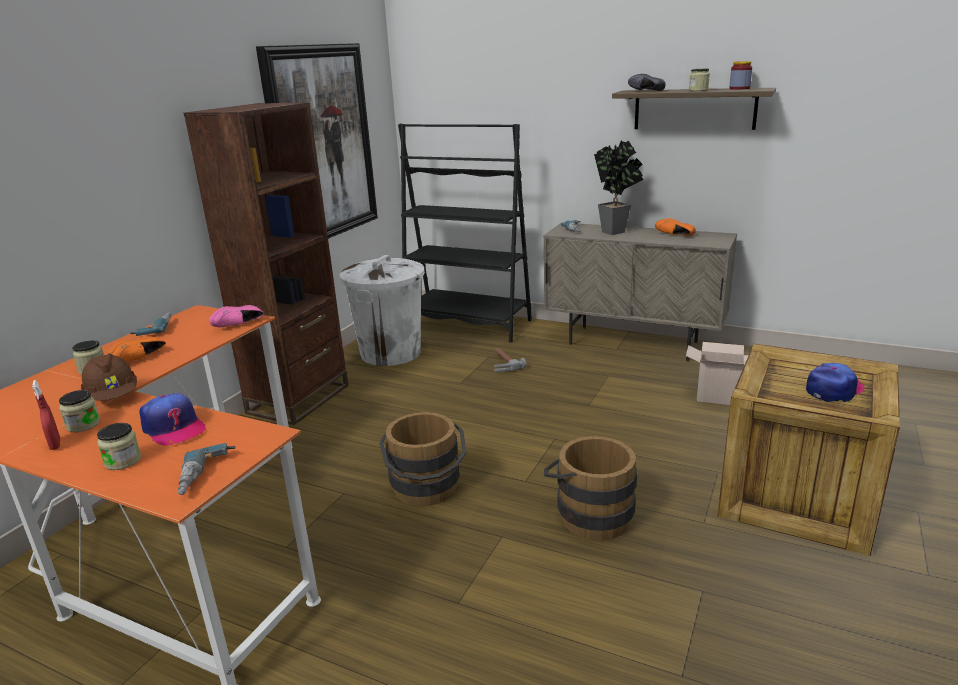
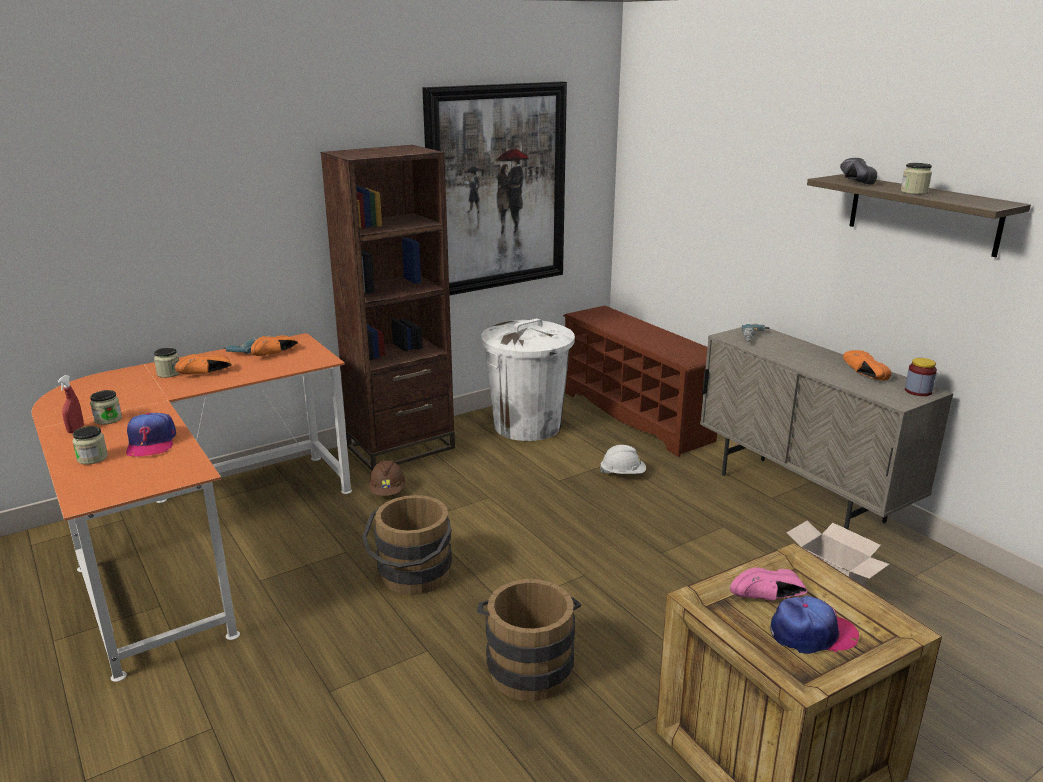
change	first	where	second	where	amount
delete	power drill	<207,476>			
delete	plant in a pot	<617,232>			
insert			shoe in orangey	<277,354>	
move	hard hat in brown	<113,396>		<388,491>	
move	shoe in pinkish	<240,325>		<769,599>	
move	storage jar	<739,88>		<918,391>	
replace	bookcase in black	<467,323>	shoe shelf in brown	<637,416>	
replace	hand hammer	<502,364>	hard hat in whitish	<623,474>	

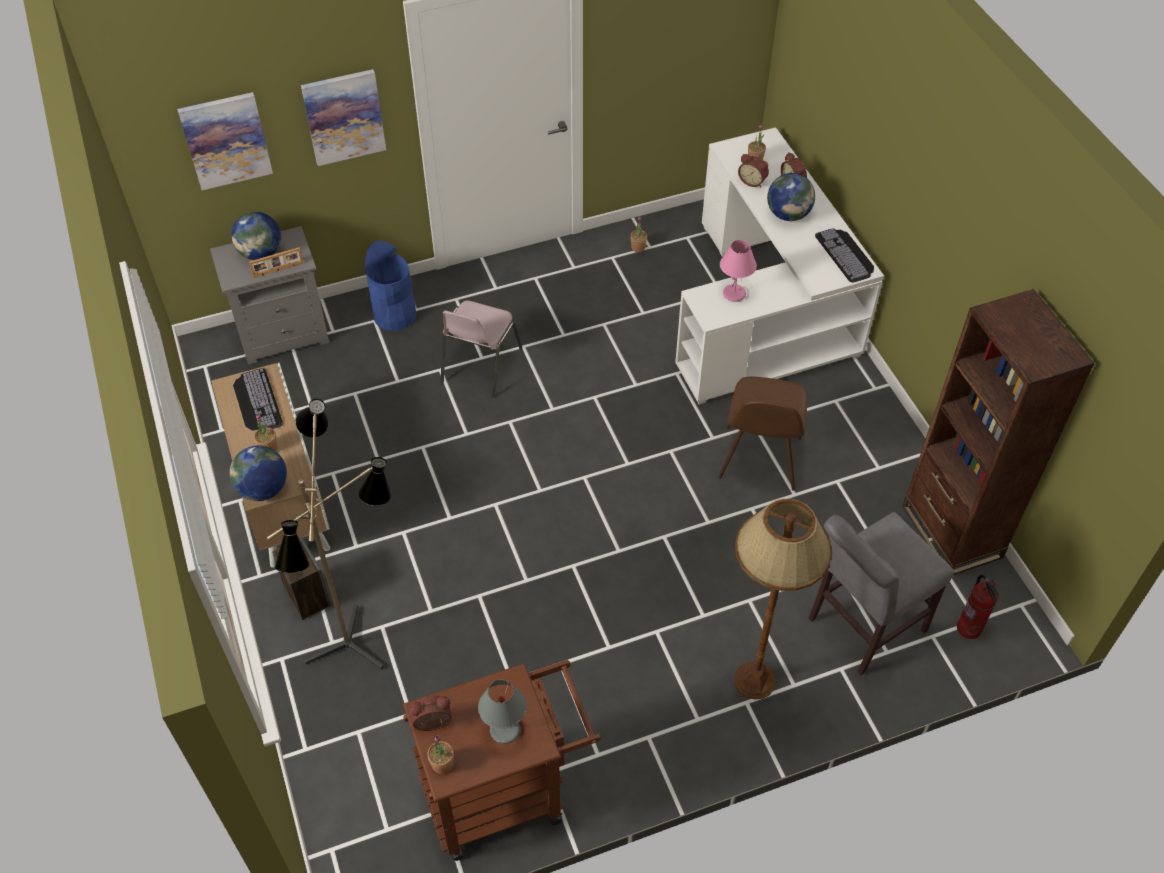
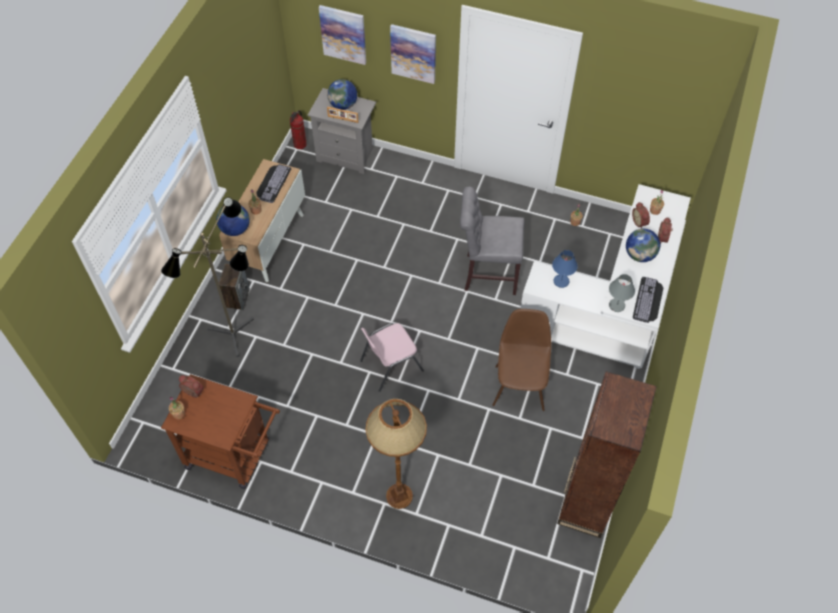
change	first	where	second	where	amount
delete	waste bin in bluish	<395,315>			
move	upright chair in pinkish	<480,365>		<390,365>	
move	lamp for a table in grey	<504,731>		<616,305>	
move	upright chair in grey	<861,627>		<487,273>	
move	extinguisher	<969,628>		<300,145>	
recolor	lamp for a table in pinkish	<734,293>	lamp for a table in bluish	<561,281>	
rotate	upright chair in brown	<759,460>		<519,386>	135 degrees clockwise

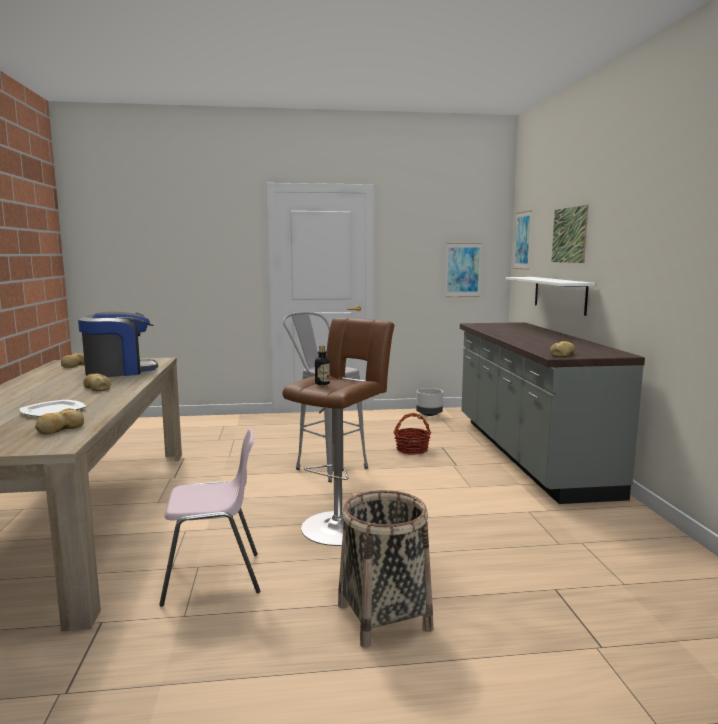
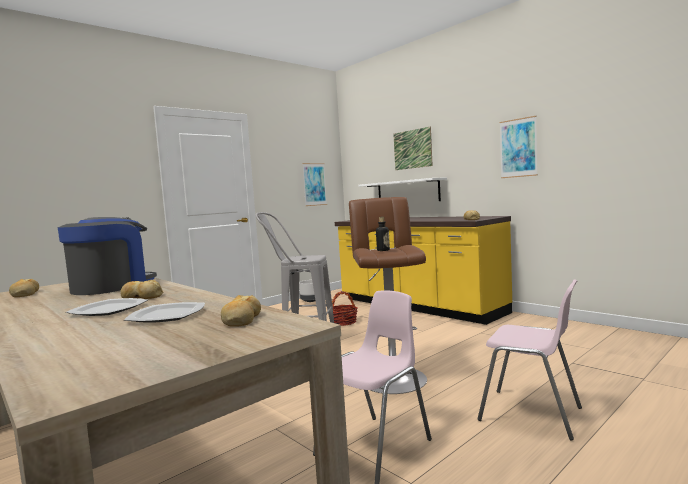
change	first	where	second	where	amount
insert			dinner plate	<108,310>	
move	wall art	<522,240>		<518,148>	
replace	basket	<383,617>	upright chair in pinkish	<531,414>	
recolor	kitchen base unit in grey	<527,454>	kitchen base unit in yellow-coloured	<418,306>	

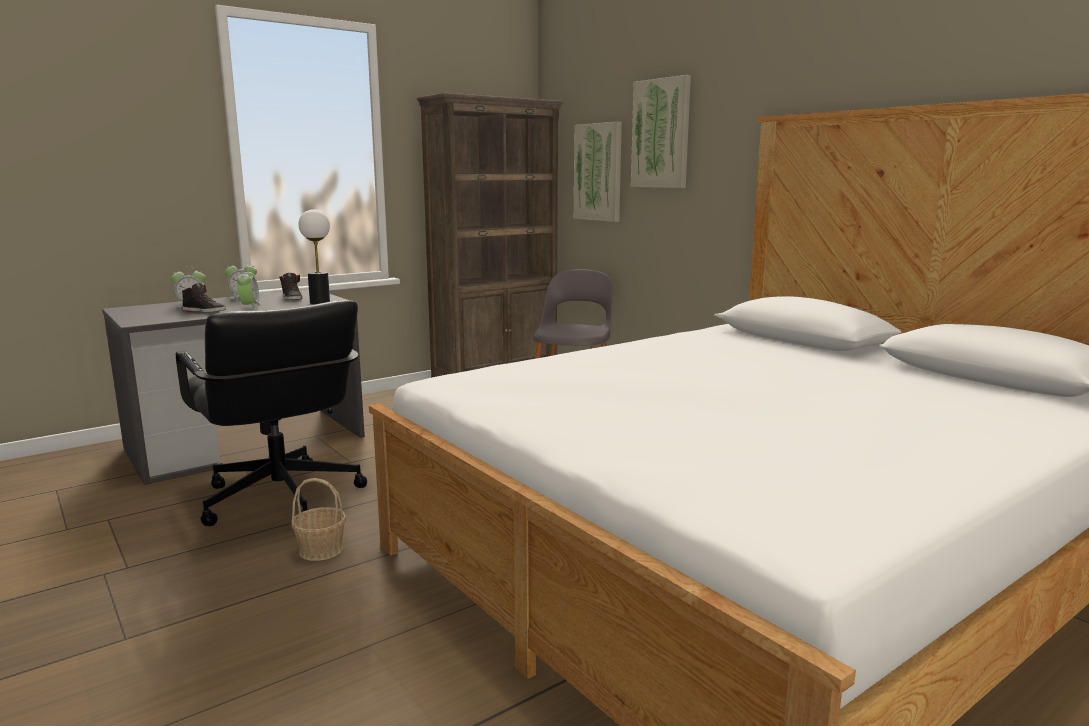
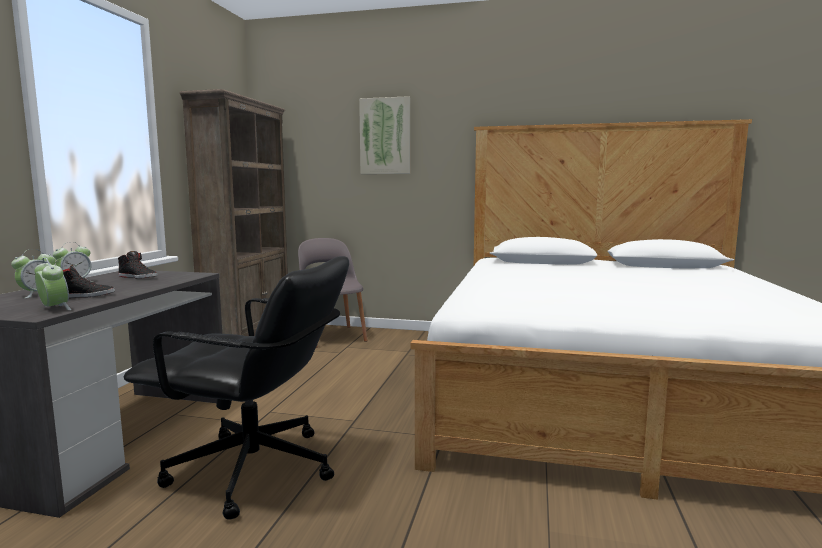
change	first	where	second	where	amount
delete	basket	<321,550>			
delete	lamp for a table	<320,302>			
delete	wall art	<598,172>			
move	table clock	<250,307>		<54,309>	

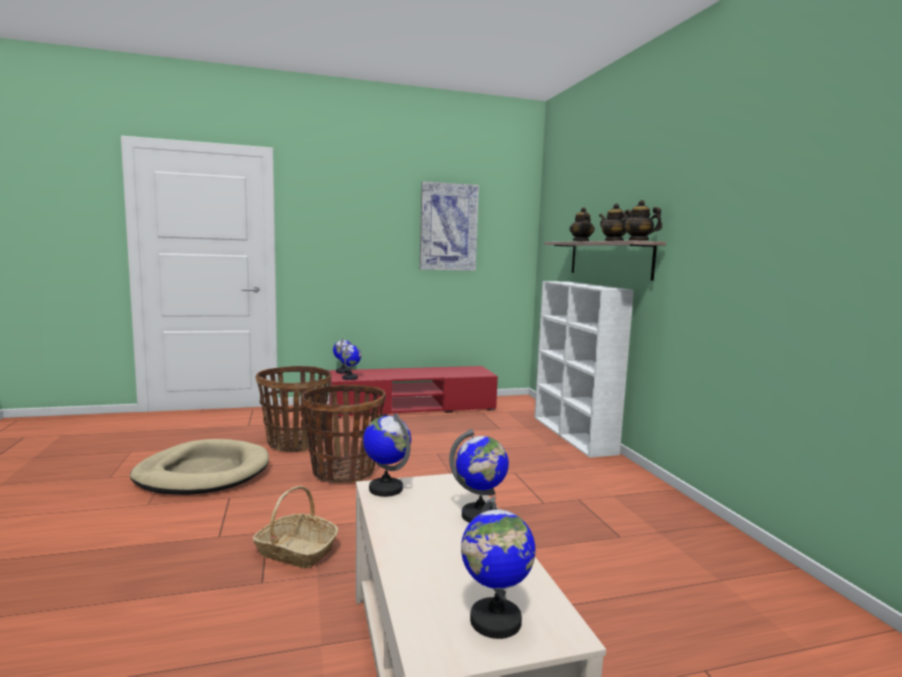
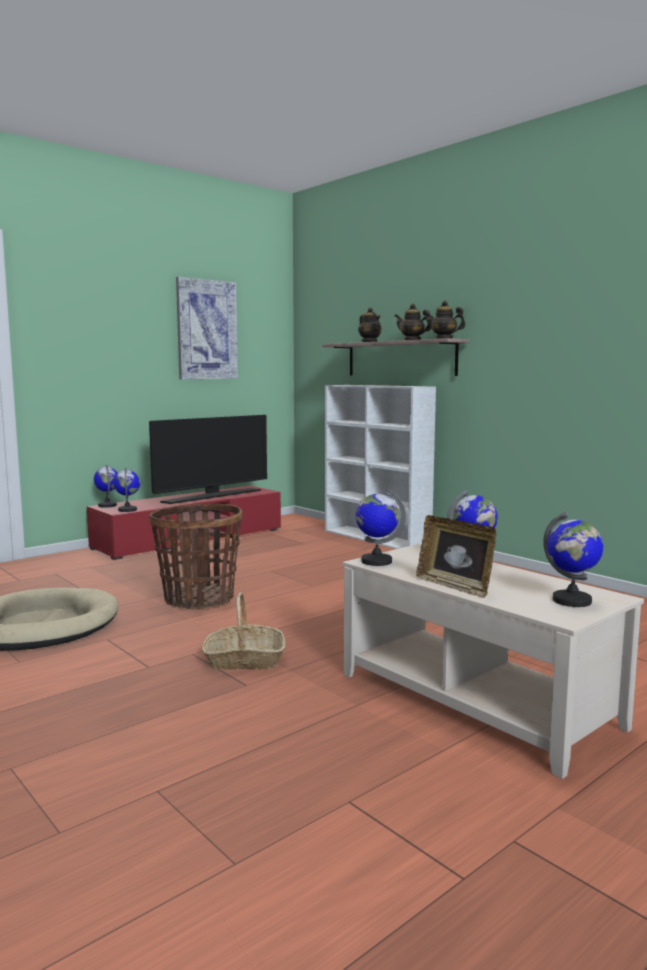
change	first	where	second	where	amount
delete	basket	<295,442>			
insert			TV	<212,496>	
insert			picture frame	<455,586>	

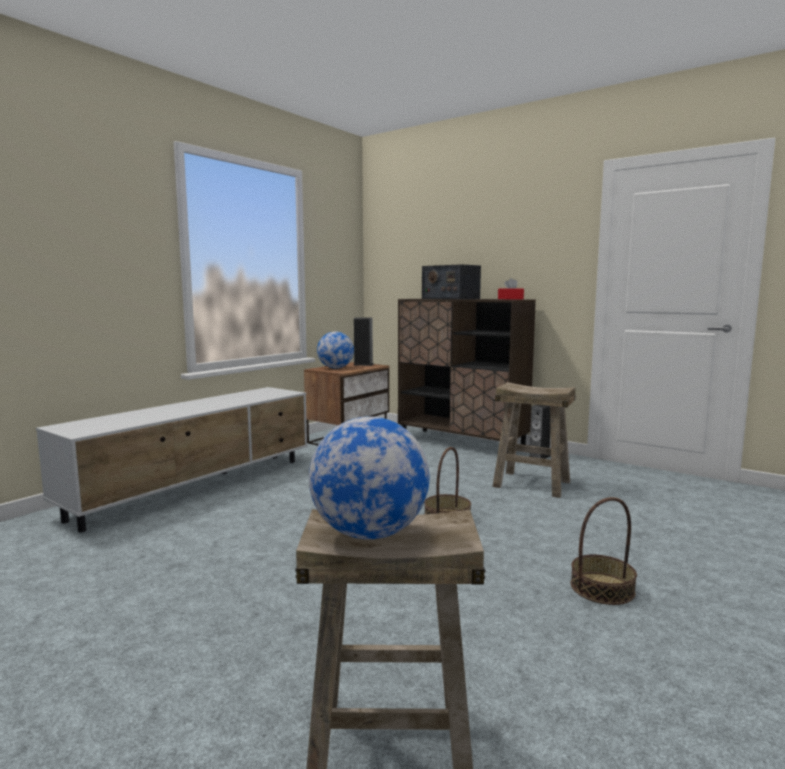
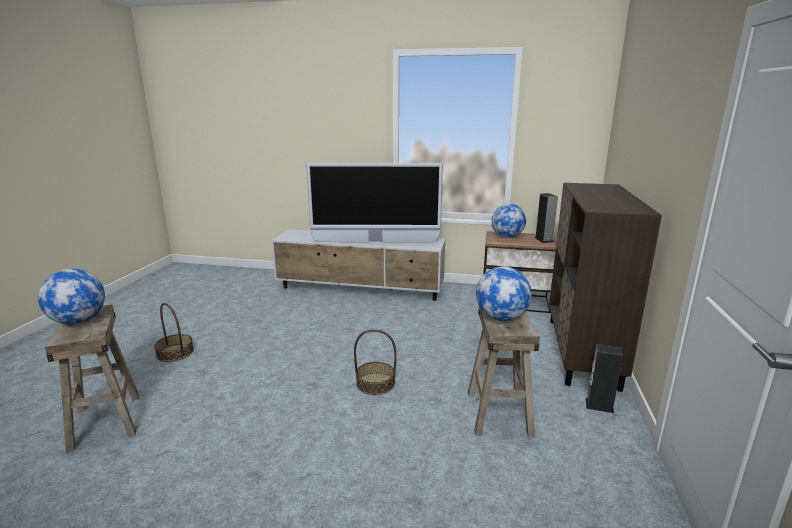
change	first	where	second	where	amount
delete	radio receiver	<450,298>			
delete	tissue holder in reddish	<510,299>			
insert			TV	<375,242>	
insert			desk globe	<501,318>	
move	basket	<602,588>		<175,352>	

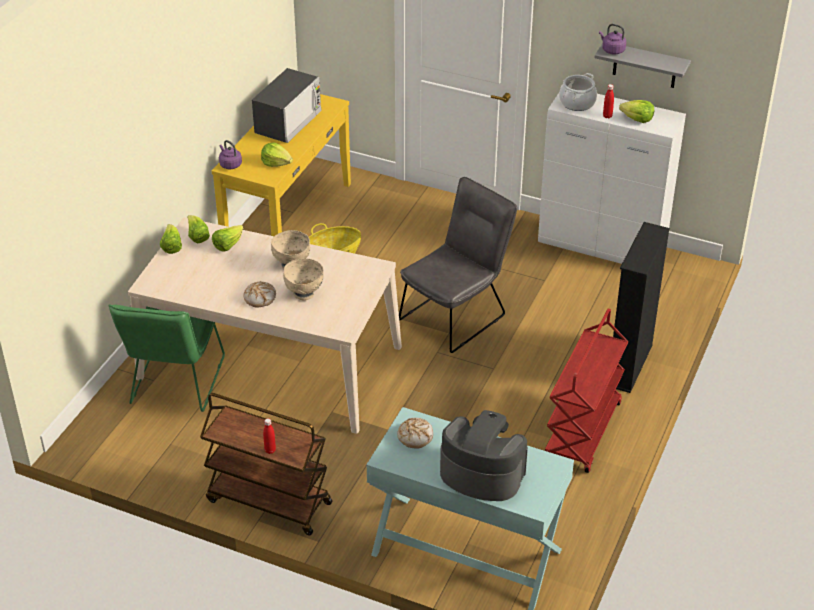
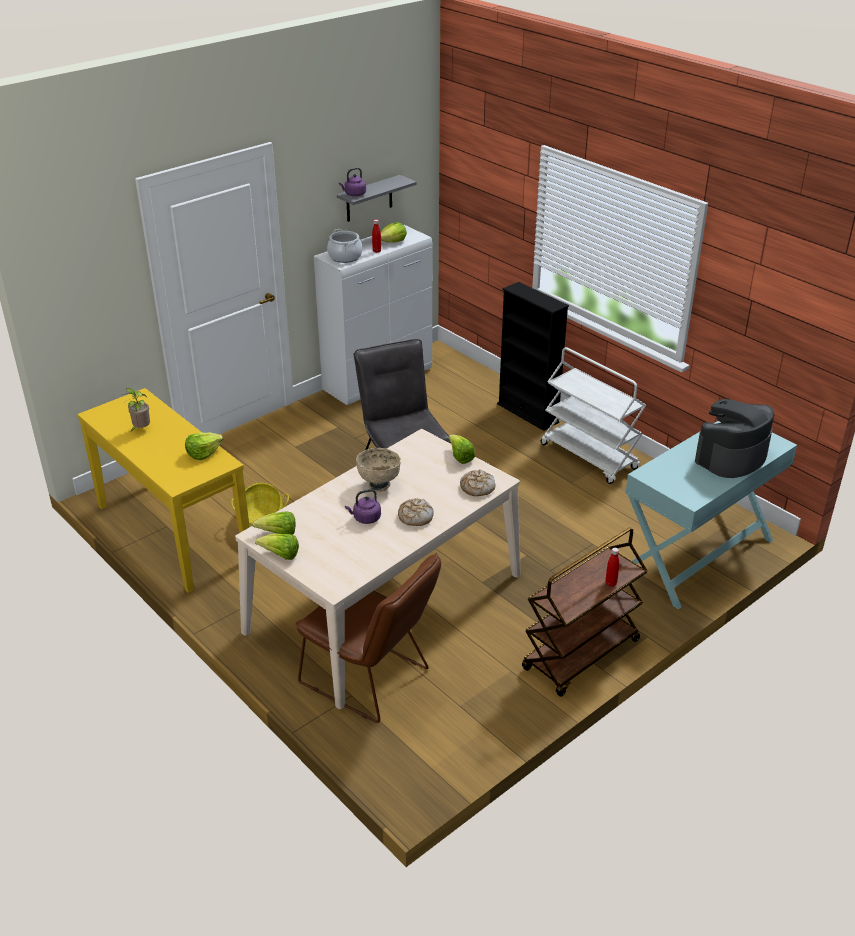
change	first	where	second	where	amount
delete	serving bowl in beige-coloured	<304,294>			
move	head of lettuce	<228,245>		<460,457>	
move	water kettle in purple-coloured	<230,164>		<365,518>	
move	baked bread	<415,436>		<477,488>	
replace	microwave oven	<288,122>	plant in a pot	<141,429>	
recolor	upright chair in green-coloured	<175,385>	upright chair in brown	<371,680>	
recolor	wheeled cart in reddish	<583,432>	wheeled cart in whitish	<589,457>	

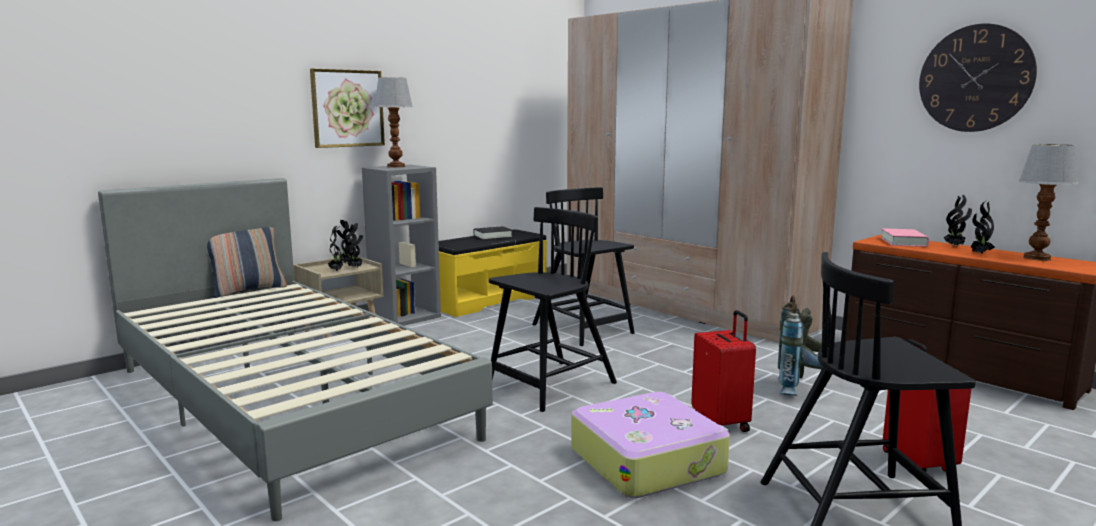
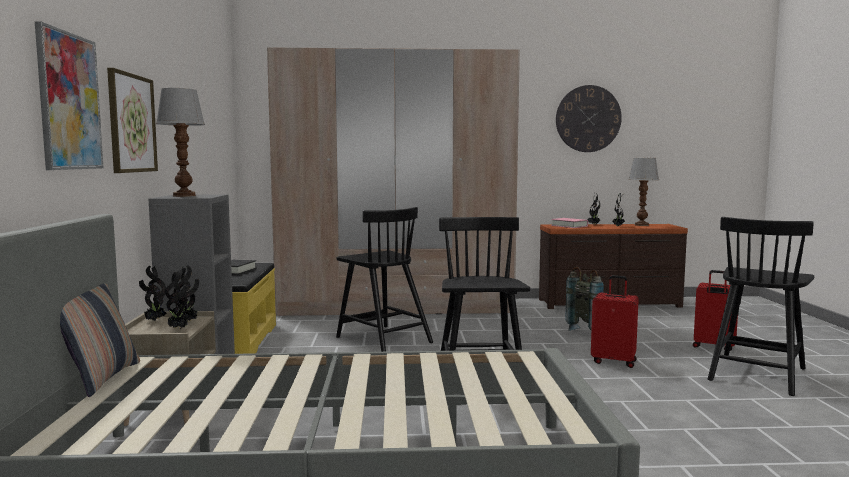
change	first	where	second	where	amount
delete	travel case	<647,460>			
insert			wall art	<69,101>	
rotate	upright chair in black	<583,330>		<383,339>	135 degrees counterclockwise

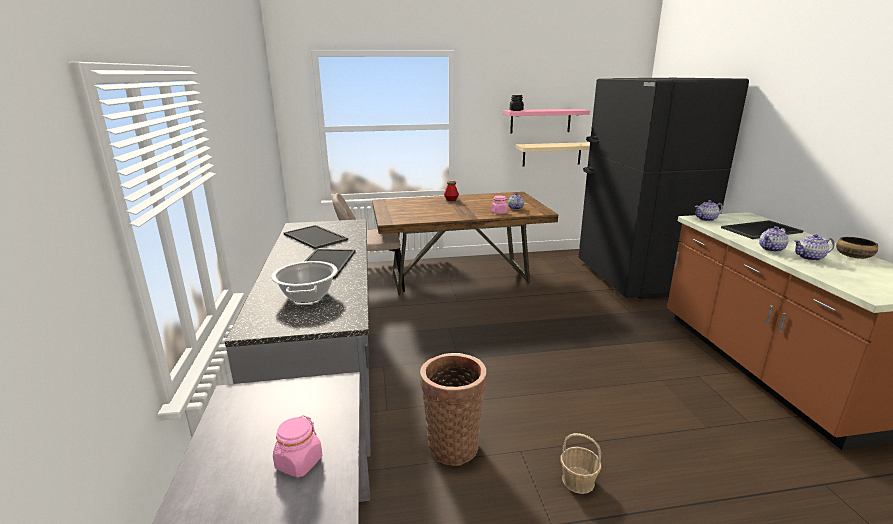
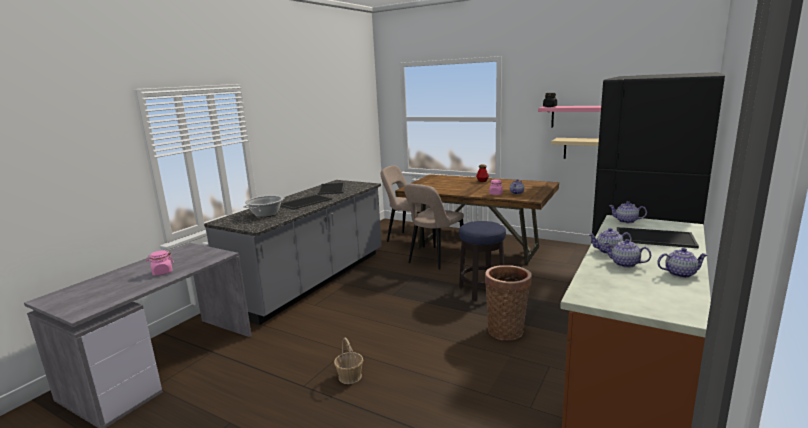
change	first	where	second	where	amount
insert			upright chair in beige-coloured	<435,259>	
insert			stool seat	<482,290>	
move	basket	<453,444>		<507,330>	
replace	serving bowl	<853,256>	tea pot	<680,273>	

